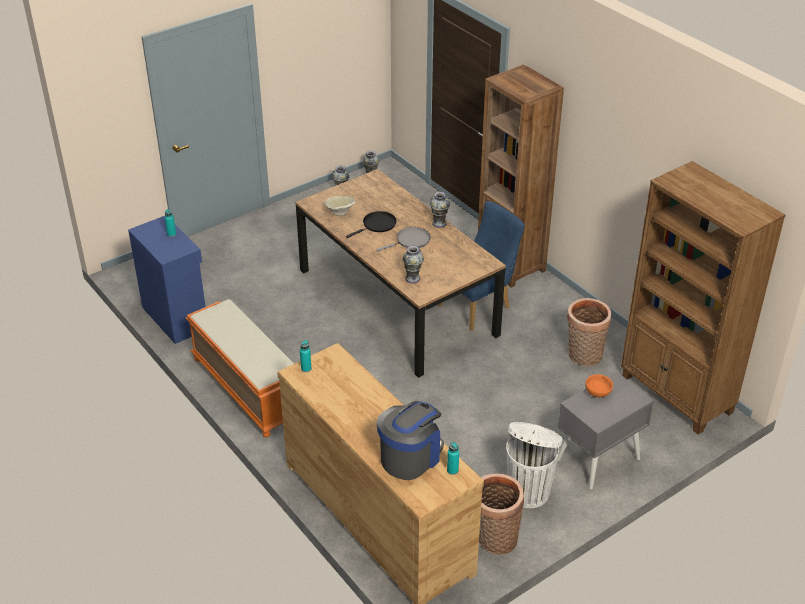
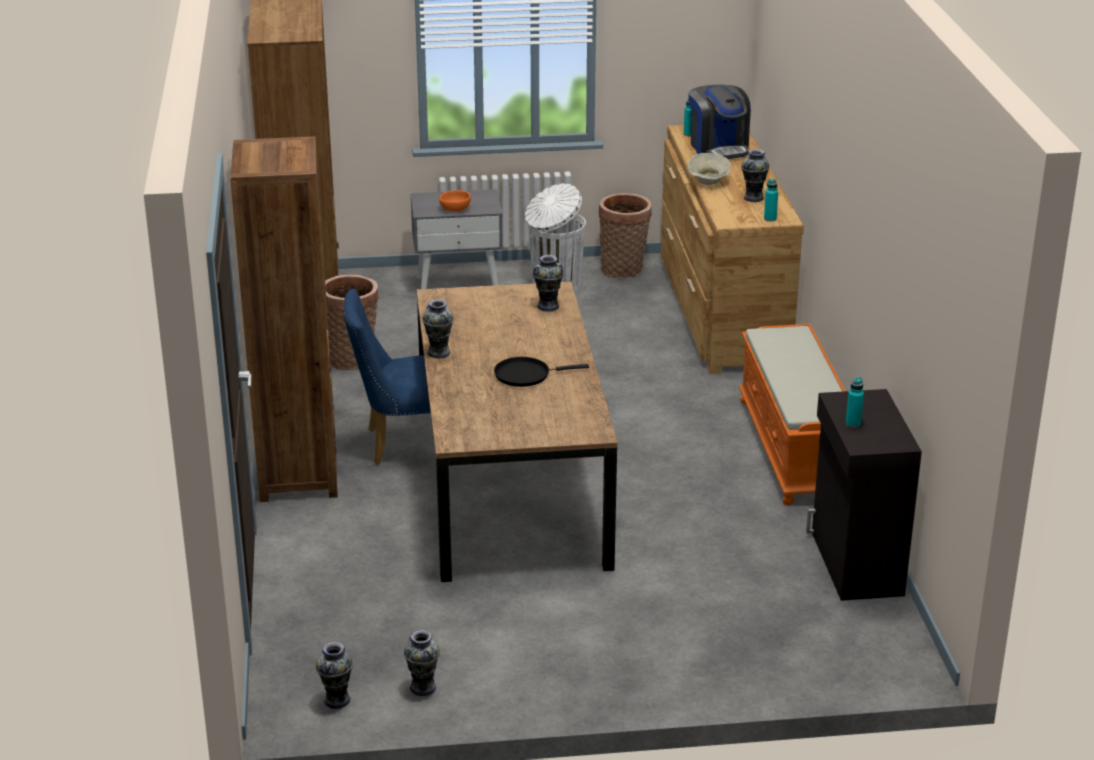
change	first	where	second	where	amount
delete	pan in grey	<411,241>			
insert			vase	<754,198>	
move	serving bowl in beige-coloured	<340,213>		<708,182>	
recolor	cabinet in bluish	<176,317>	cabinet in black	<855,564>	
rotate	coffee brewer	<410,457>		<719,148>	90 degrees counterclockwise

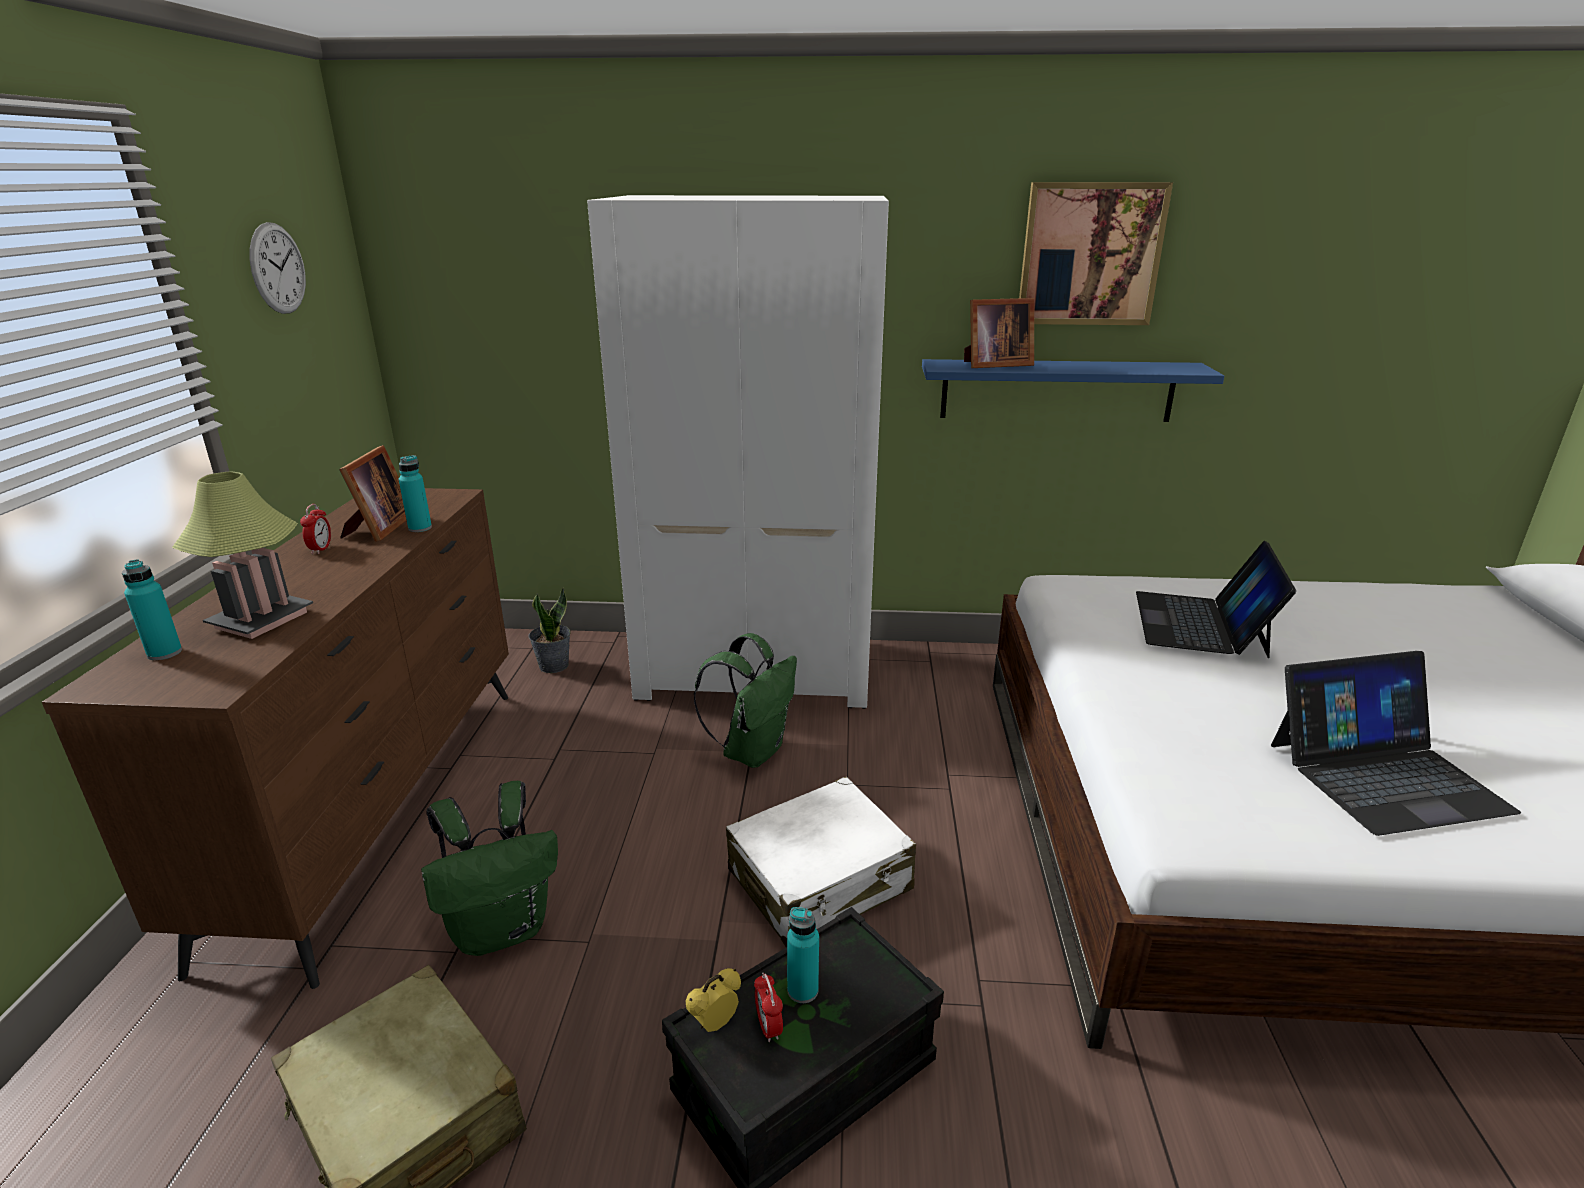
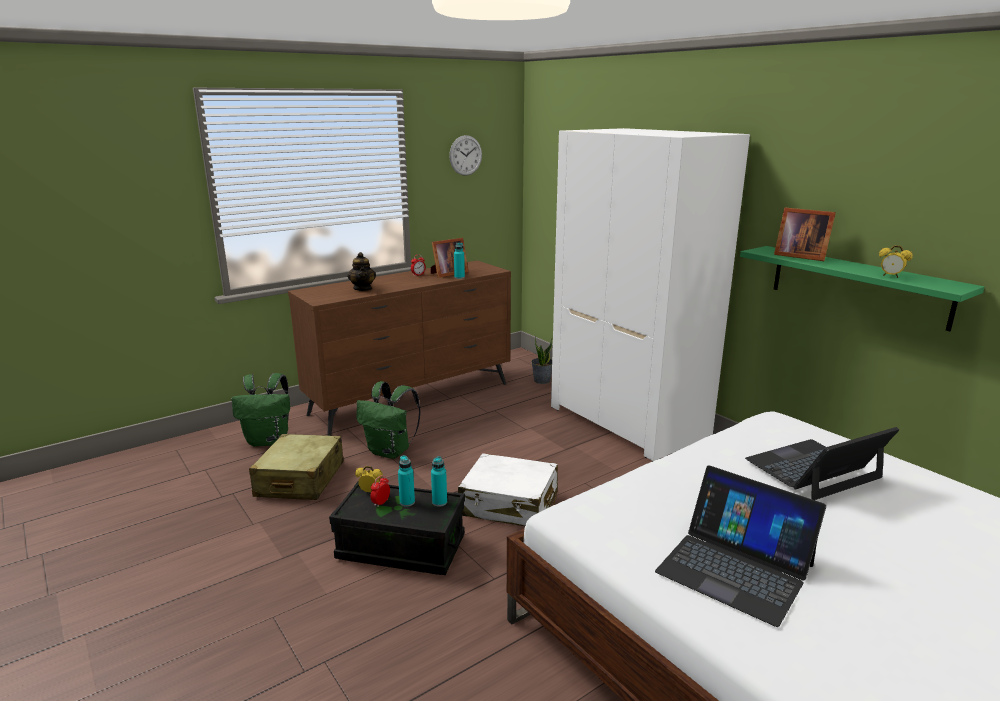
change	first	where	second	where	amount
delete	wall art	<1090,255>			
insert			table clock	<891,276>	
move	drink bottle in turquoise-coloured	<164,653>		<439,502>	
move	rucksack in green-coloured	<752,750>		<269,440>	
replace	lamp for a table	<261,620>	tea pot	<363,289>	
recolor	wall shelf in bluish	<1057,390>	wall shelf in green-coloured	<858,286>	

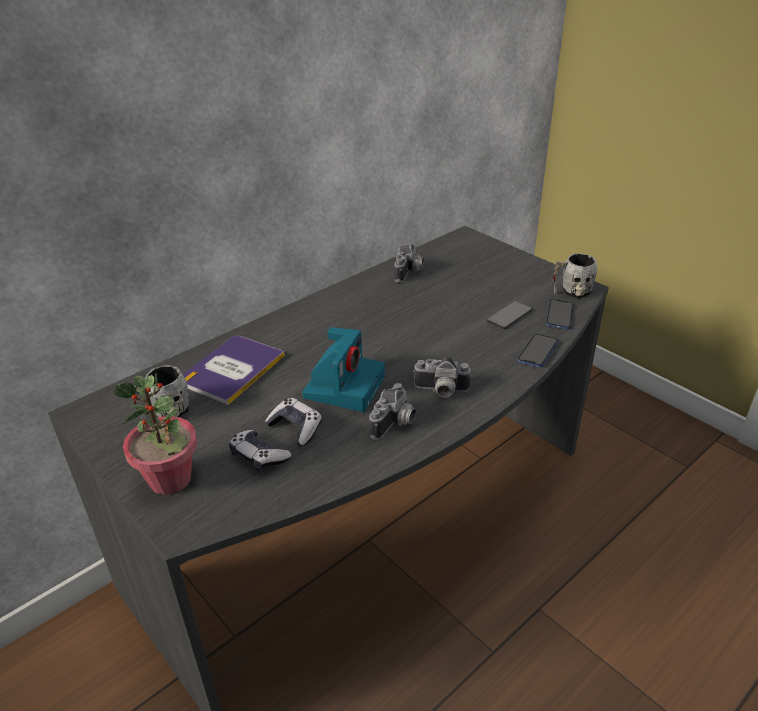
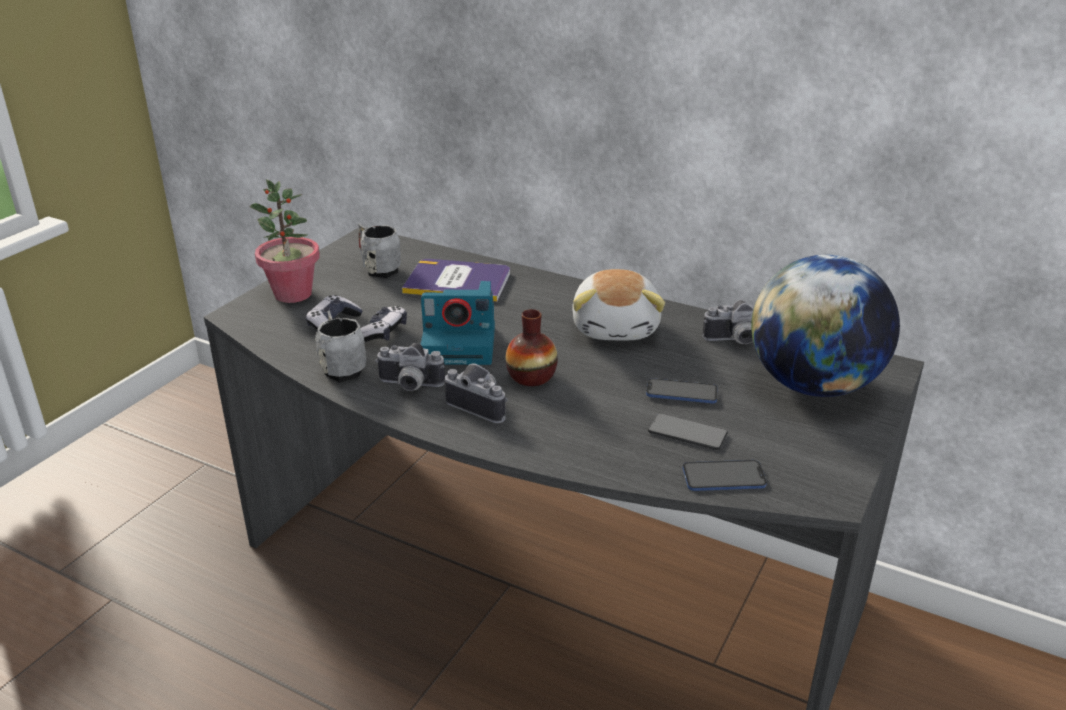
change	first	where	second	where	amount
insert			vase	<531,377>	
insert			soft toy	<617,327>	
insert			desk globe	<813,385>	
move	handset	<537,351>		<681,393>	
move	tea mug in grey	<571,291>		<342,368>	
rotate	still camera	<441,391>		<481,405>	135 degrees clockwise

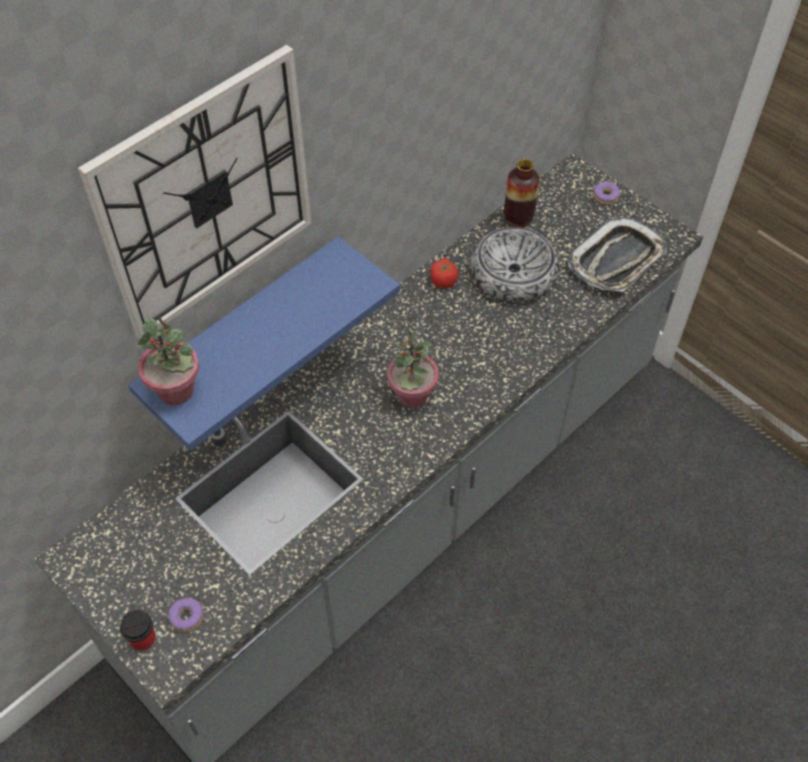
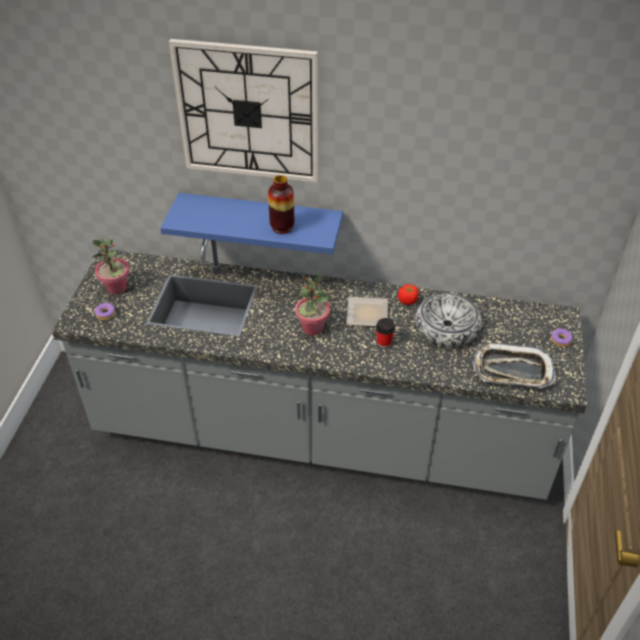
change	first	where	second	where	amount
insert			dinner plate	<365,315>	
move	drinking cup	<144,640>		<384,342>	
move	plant in a pot	<177,391>		<116,288>	
move	vase	<518,218>		<282,227>	

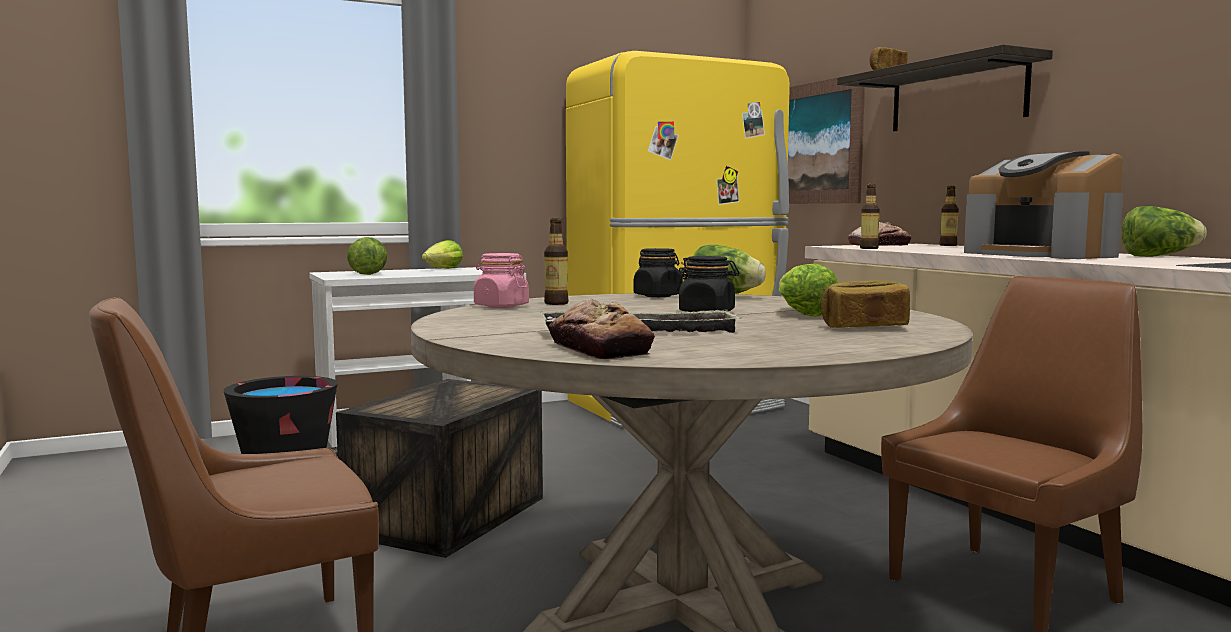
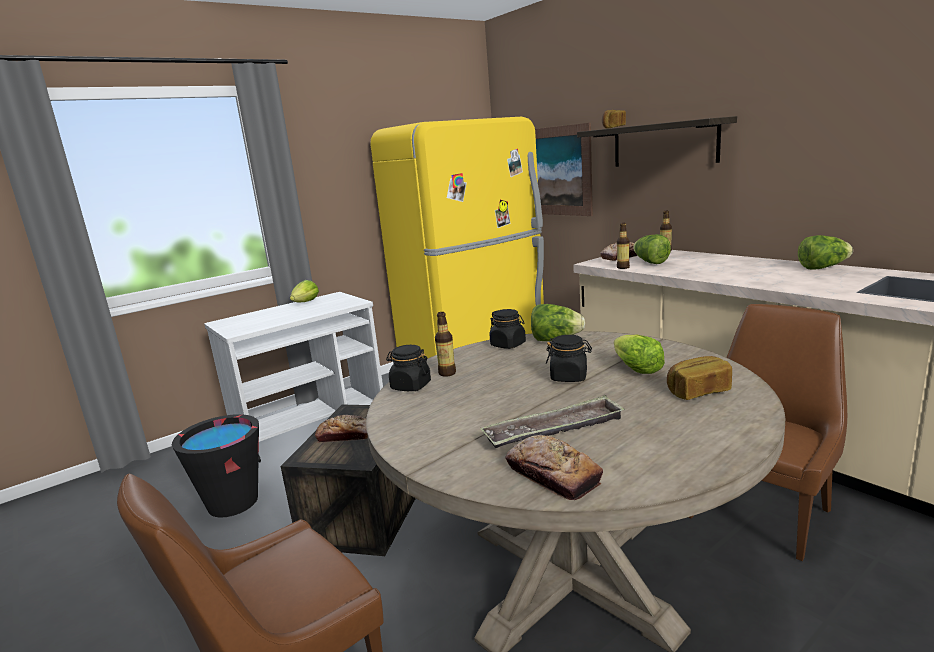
change	first	where	second	where	amount
delete	coffee brewer	<1042,254>			
insert			baked bread	<345,435>	
move	head of lettuce	<368,273>		<650,262>	
recolor	storage jar in pinkish	<501,306>	storage jar in black	<410,386>	

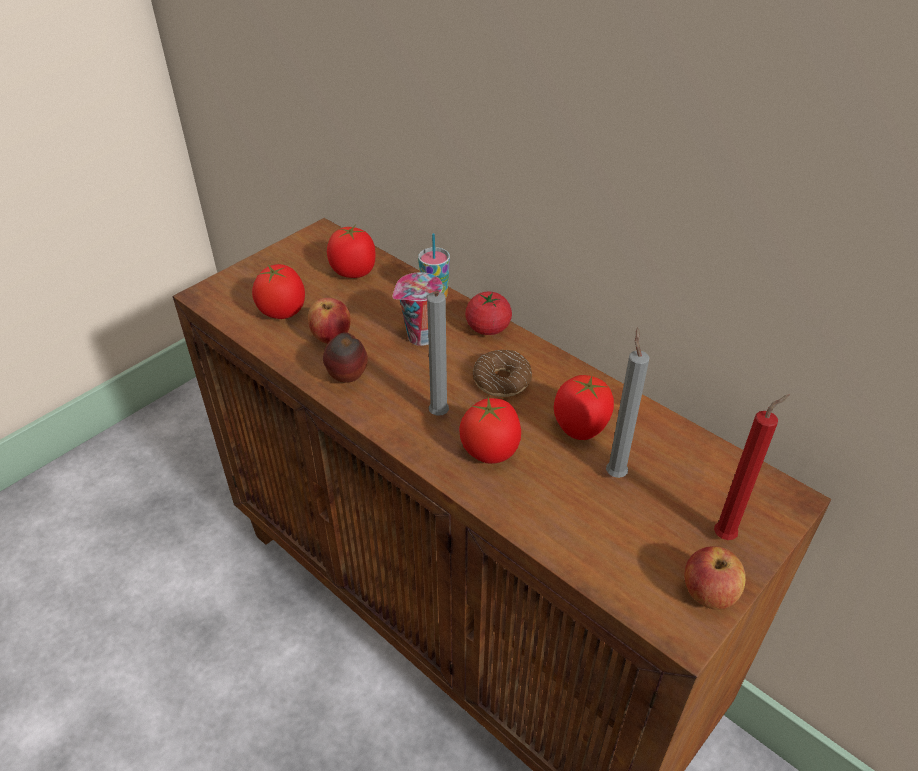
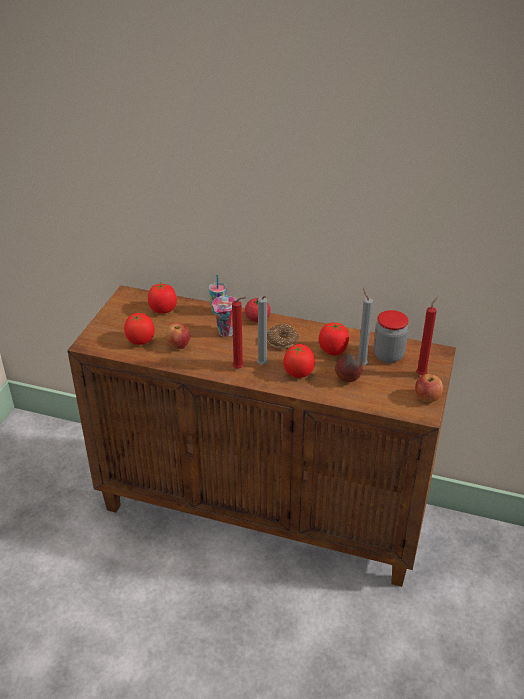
change	first	where	second	where	amount
insert			wax candle in reddish	<239,369>	
insert			storage jar	<388,355>	
move	apple fruit	<347,379>		<348,380>	

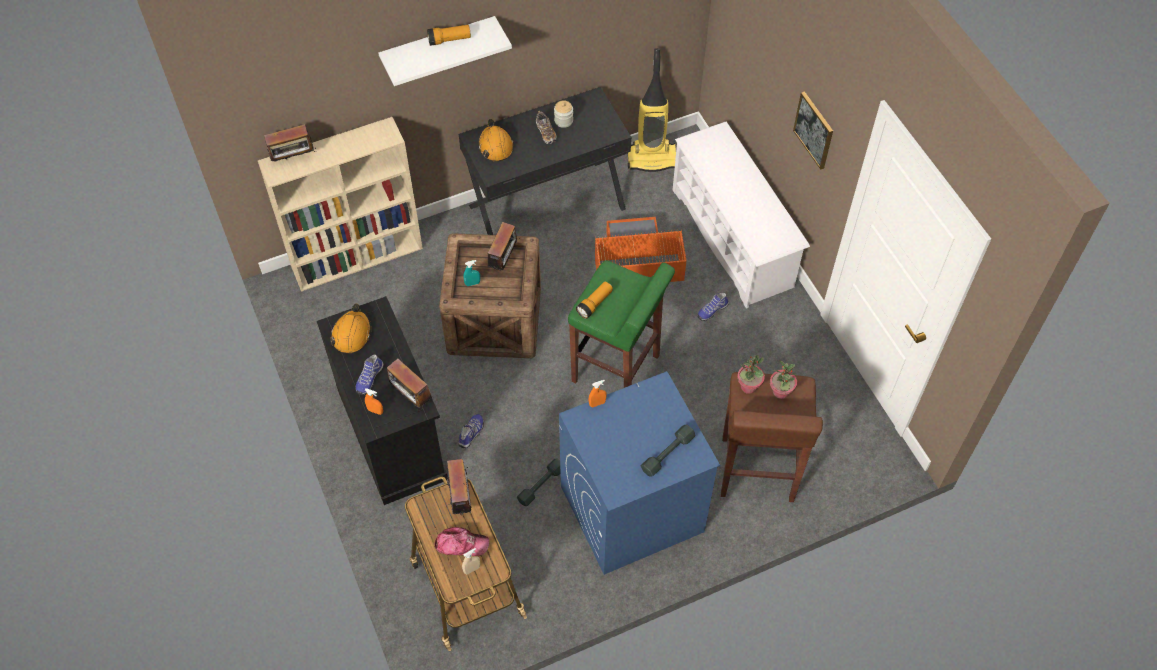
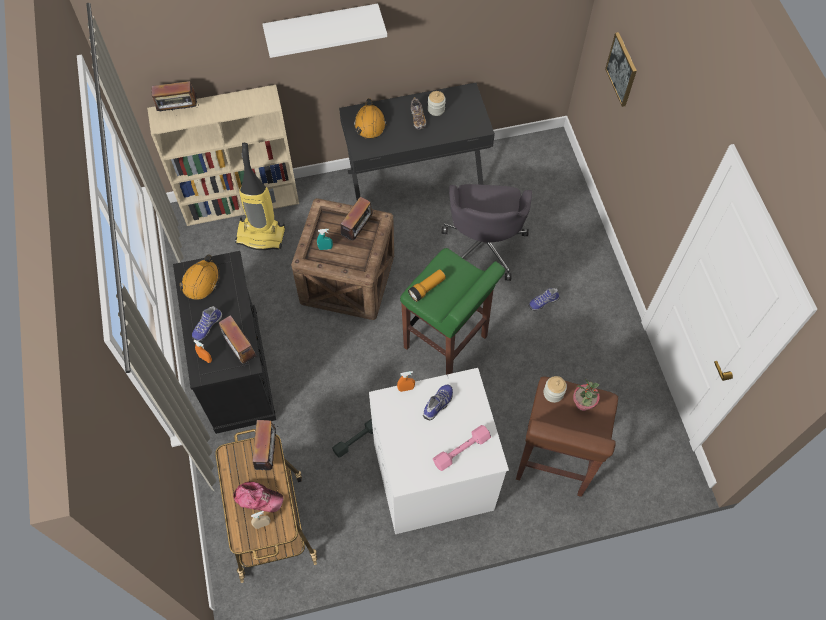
change	first	where	second	where	amount
delete	hand torch	<449,40>			
delete	shoe shelf in whitish	<733,238>			
move	shoe	<472,433>		<438,404>	
move	hoover	<652,157>		<261,235>	
move	wall art	<814,130>		<622,69>	
replace	storage container in orangey	<636,261>	office chair in grey	<483,245>	
replace	plant in a pot	<748,386>	storage jar	<553,393>	
recolor	washing machine in bluish	<631,509>	washing machine in whitish	<432,477>	
recolor	dumbbell in grey	<668,453>	dumbbell in pinkish	<461,450>	

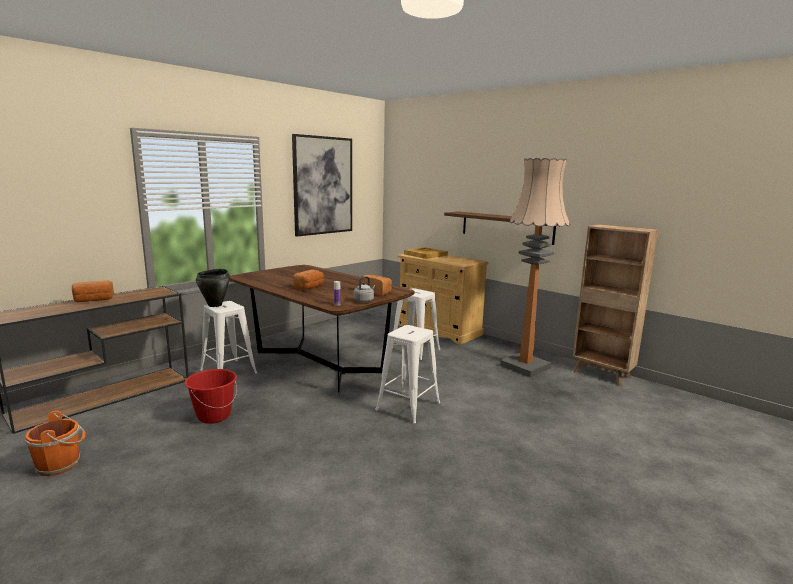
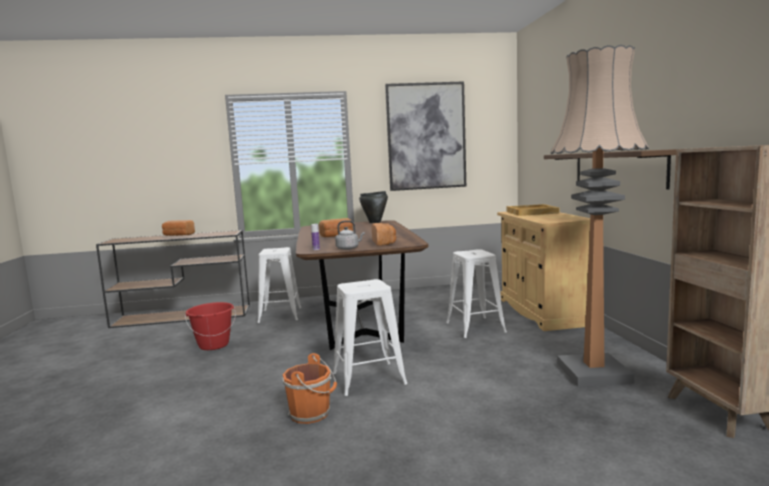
change	first	where	second	where	amount
move	pail in orangey	<61,464>		<312,413>	
move	saucepot in black	<215,305>		<375,222>	

